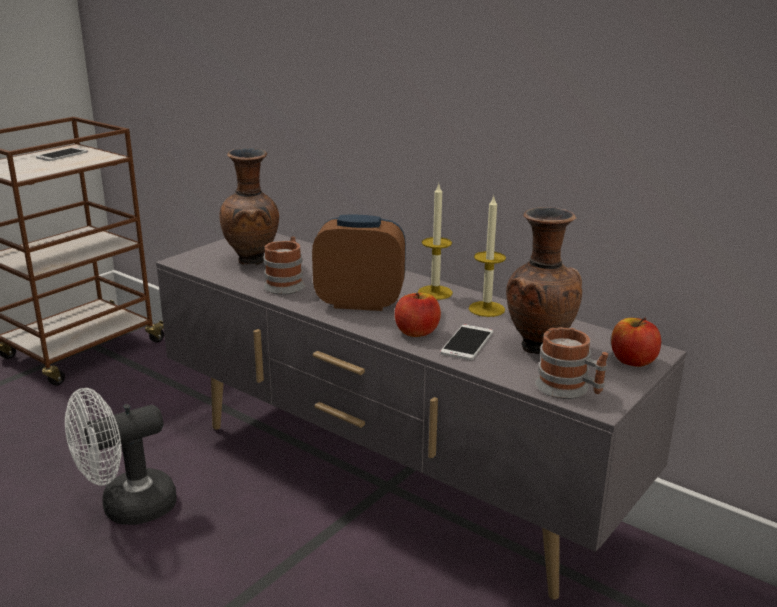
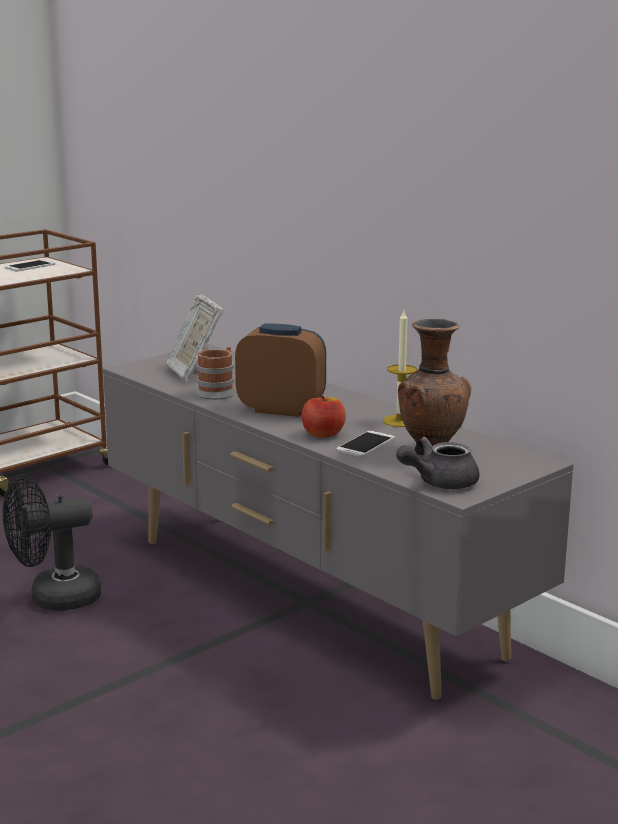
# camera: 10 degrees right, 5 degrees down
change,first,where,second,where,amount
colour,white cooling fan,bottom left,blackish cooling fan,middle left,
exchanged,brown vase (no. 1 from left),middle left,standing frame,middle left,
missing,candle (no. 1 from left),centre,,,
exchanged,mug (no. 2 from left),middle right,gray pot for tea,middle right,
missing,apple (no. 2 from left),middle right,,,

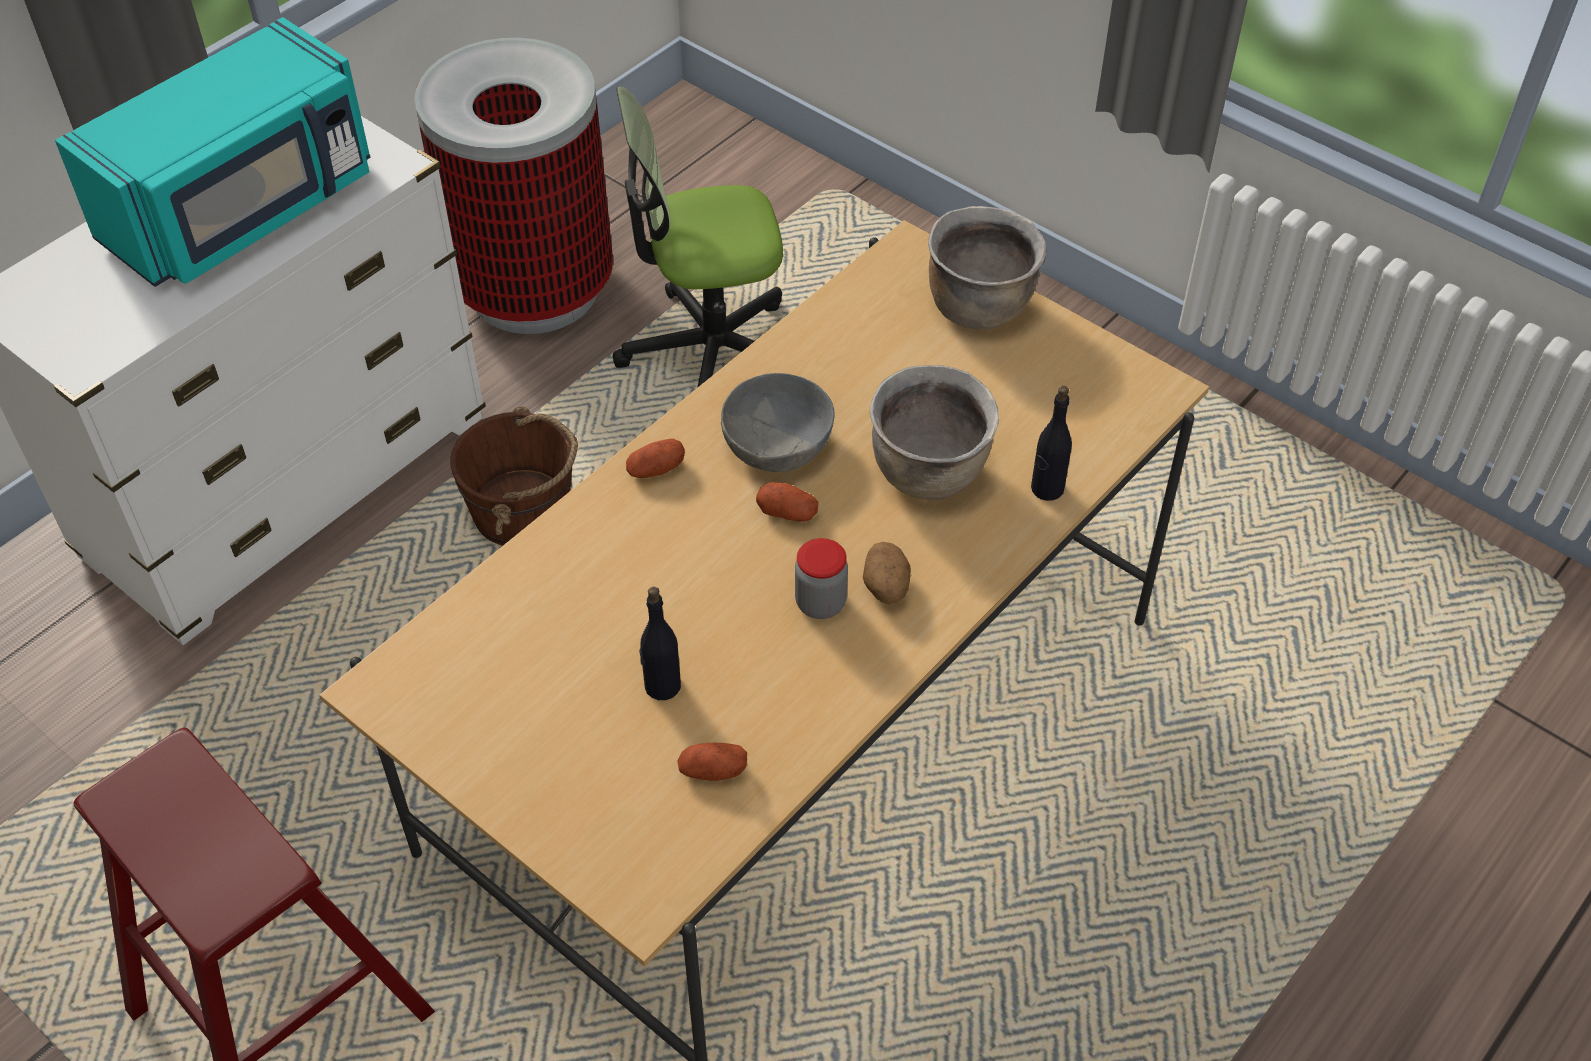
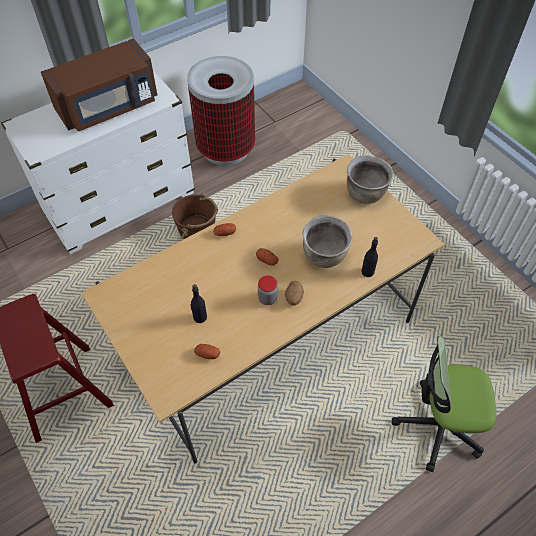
# camera: 15 degrees right, 5 degrees up
change,first,where,second,where,amount
colour,turquoise-coloured microwave oven,top left,brown microwave oven,top left,
relocated,office chair,top centre,,bottom right,
missing,gray bowl,centre,,,

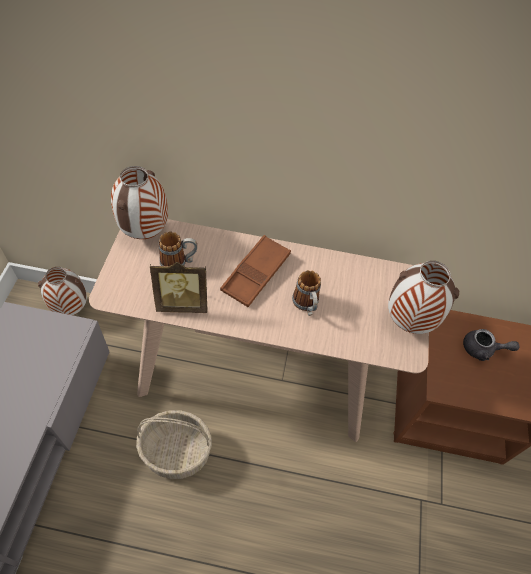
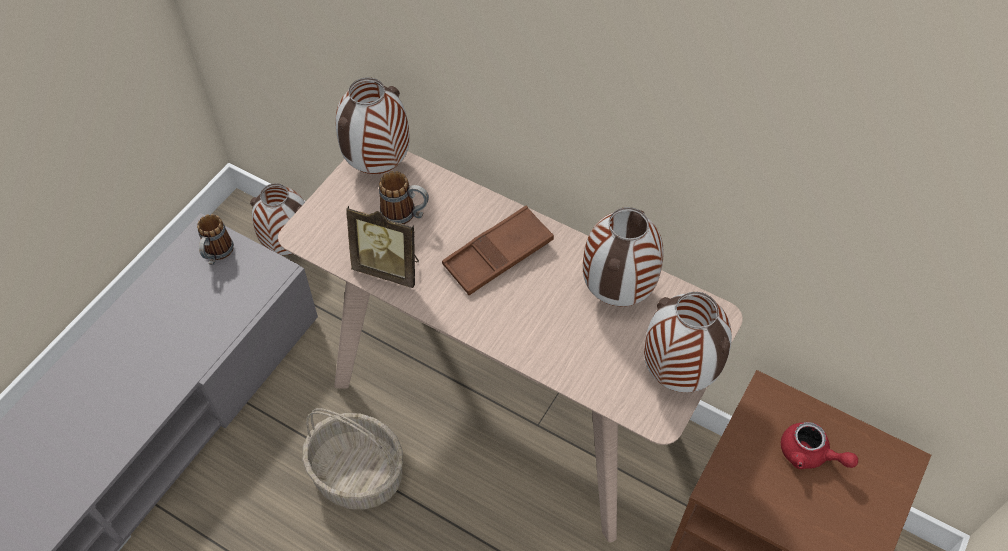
# camera: 25 degrees right, 0 degrees up
change,first,where,second,where,amount
relocated,mug (no. 2 from left in the first image),centre,mug (no. 1 from left),middle left,
colour,gray pot for tea,middle right,red-coloured pot for tea,bottom right,
appeared,,,vase (no. 3 from left),centre,

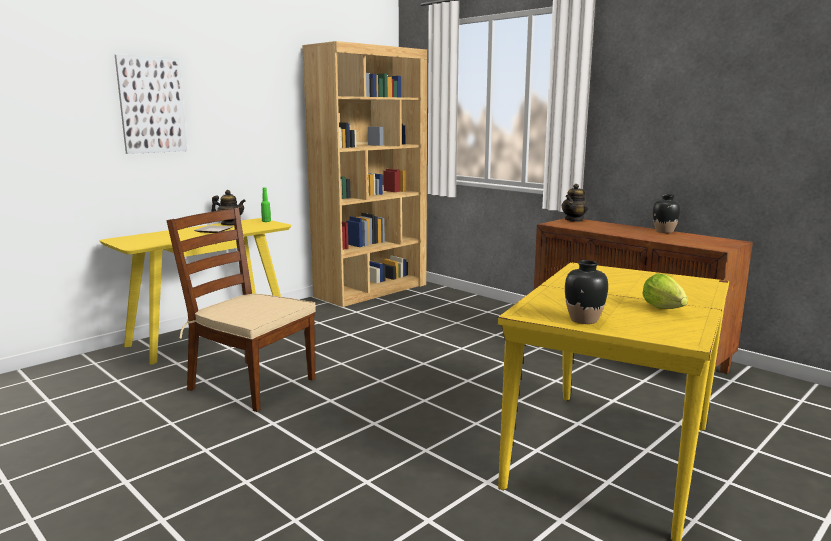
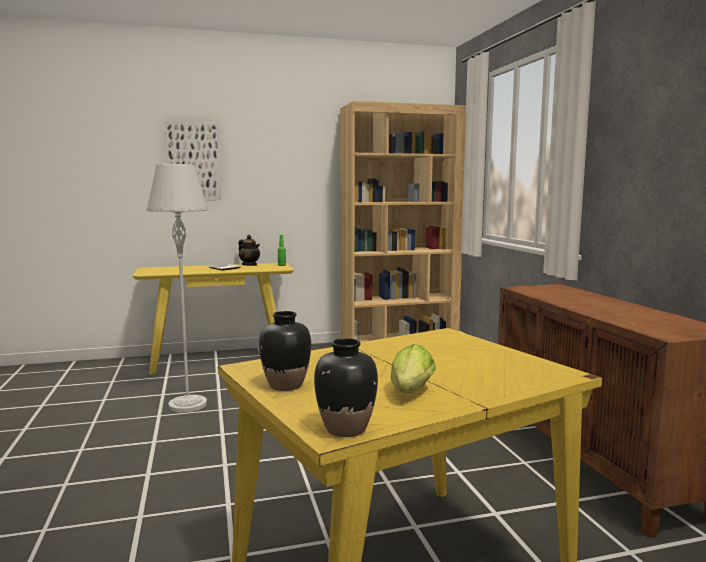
# camera: 30 degrees right, 5 degrees down
change,first,where,second,where,amount
exchanged,brown upright chair,middle left,gray standard lamp,middle left,
missing,pot for tea (no. 2 from left),middle right,,,
relocated,blackish vase (no. 2 from left),middle right,,bottom centre,

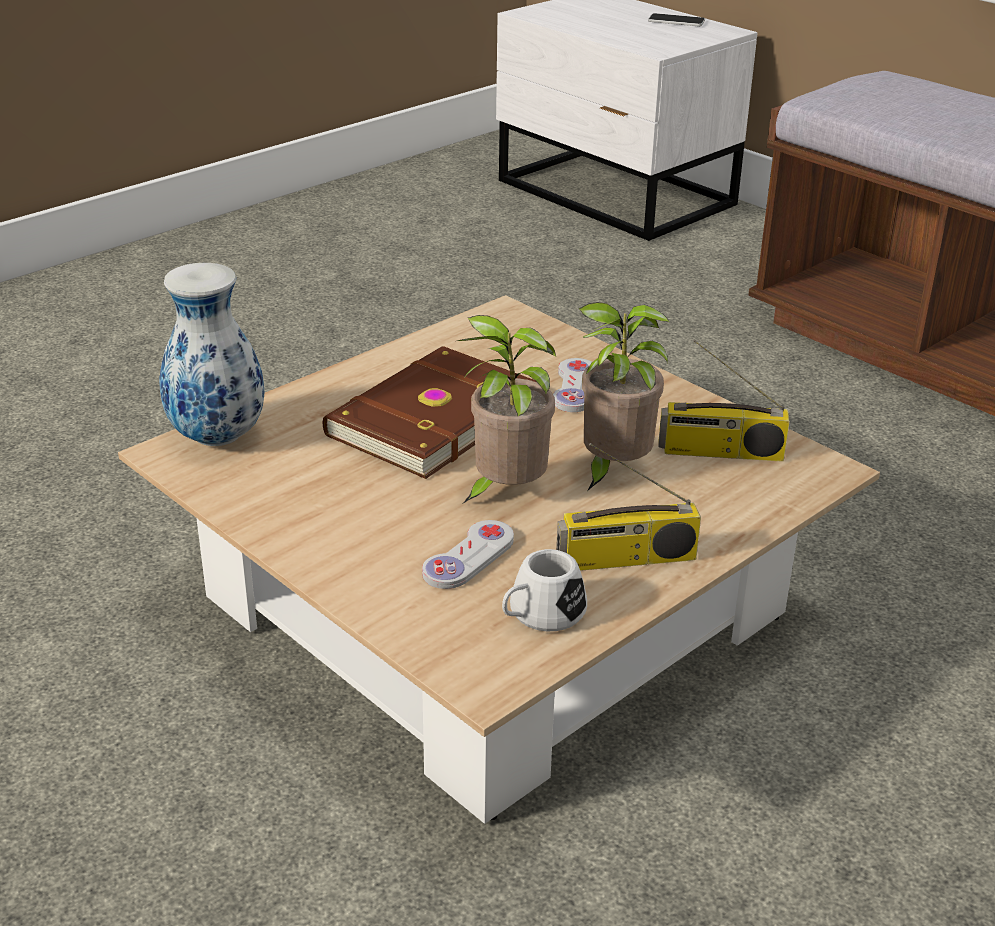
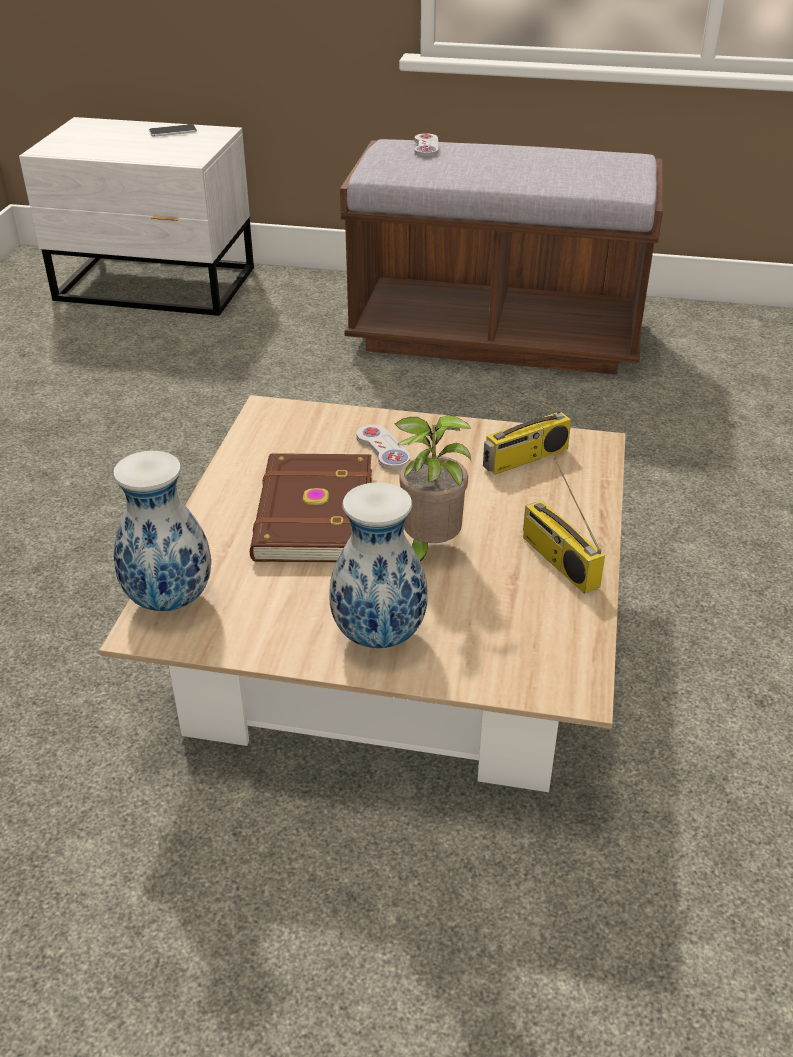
# camera: 35 degrees left, 5 degrees up
change,first,where,second,where,amount
relocated,white joypad (no. 1 from left in the first image),centre,white joypad (no. 2 from left),top centre,
missing,white mug,centre,,,
spun,radio receiver (no. 1 from left in the first image),centre,radio receiver (no. 2 from left),middle right,105 degrees clockwise
missing,houseplant (no. 2 from left),centre,,,
appeared,,,vase (no. 2 from left),centre,

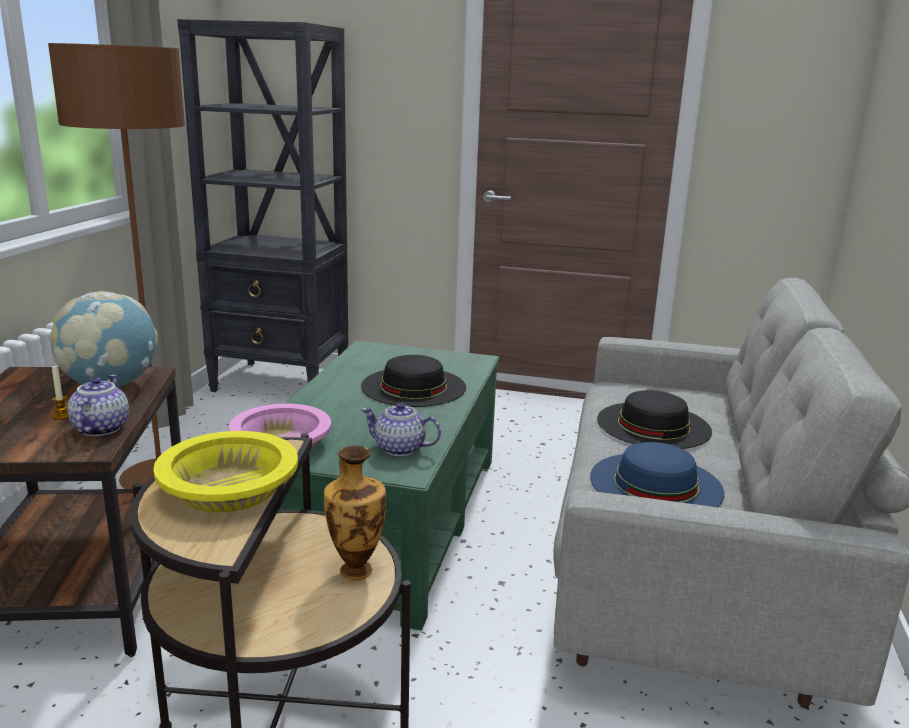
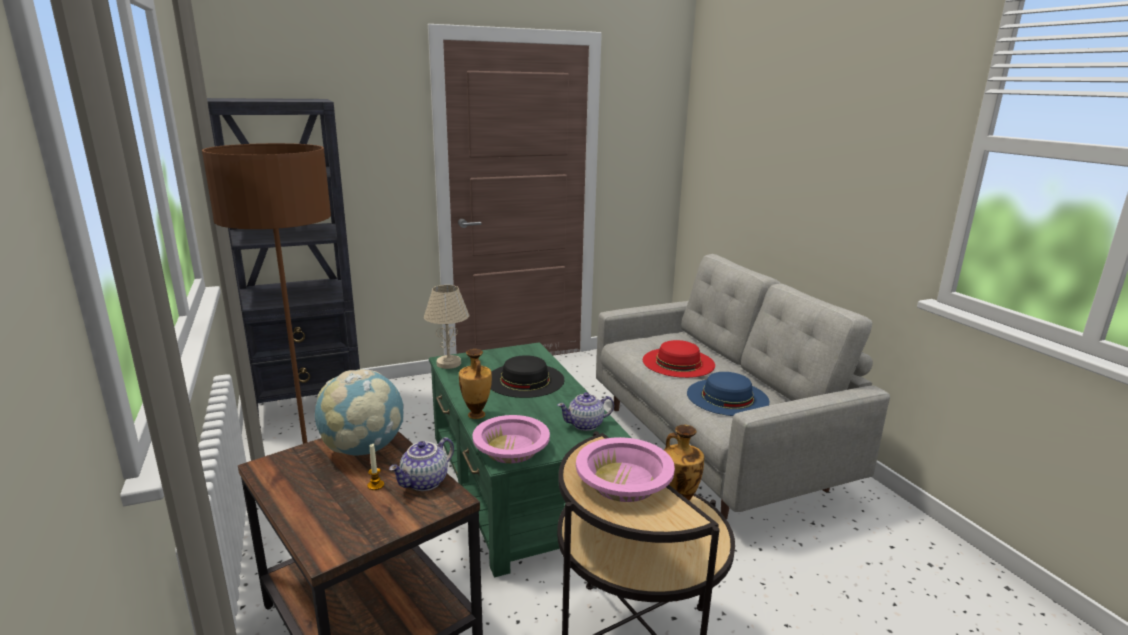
# camera: 35 degrees left, 0 degrees up
change,first,where,second,where,amount
spun,pot for tea (no. 1 from left),middle left,,bottom centre,105 degrees counterclockwise
colour,yellow bowl,middle left,pinkish bowl (no. 2 from left),bottom centre,
colour,blackish wearable hat (no. 2 from left),middle right,red-coloured wearable hat,centre,
appeared,,,beige lamp for a table,centre,
appeared,,,vase (no. 1 from left),centre,

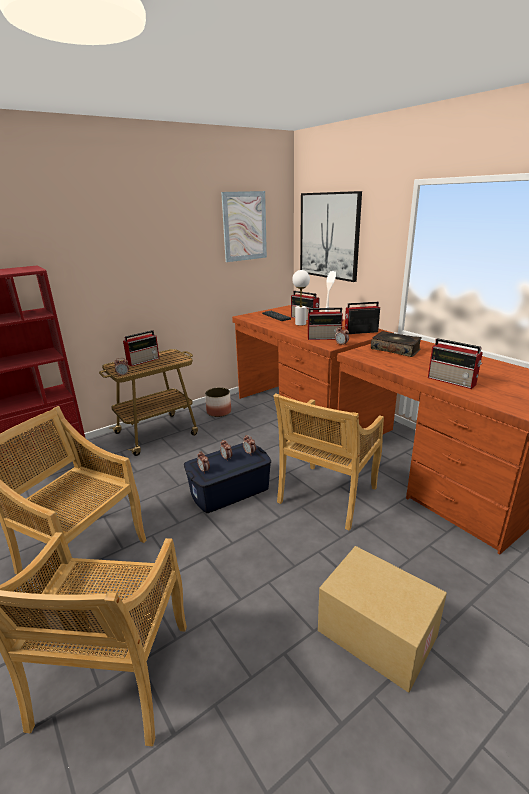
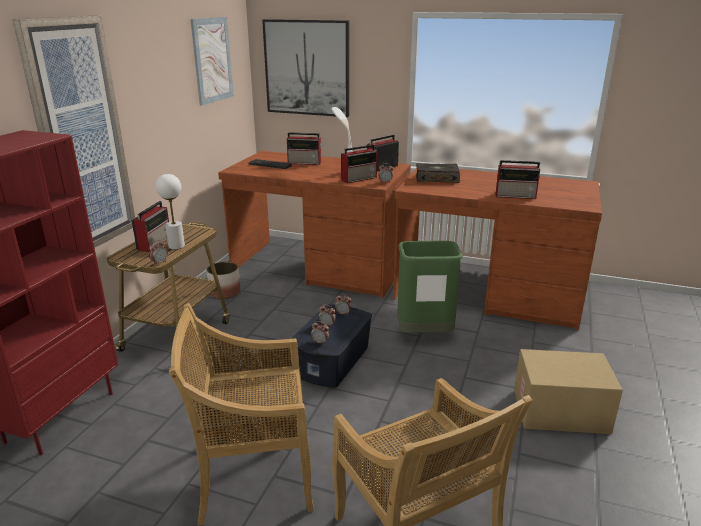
# camera: 35 degrees left, 0 degrees up
change,first,where,second,where,amount
exchanged,beige upright chair (no. 3 from left),centre,greenish trash can,centre,
relocated,white lamp for a table (no. 1 from left),centre,,middle left,
appeared,,,wall art (no. 1 from left),top left,

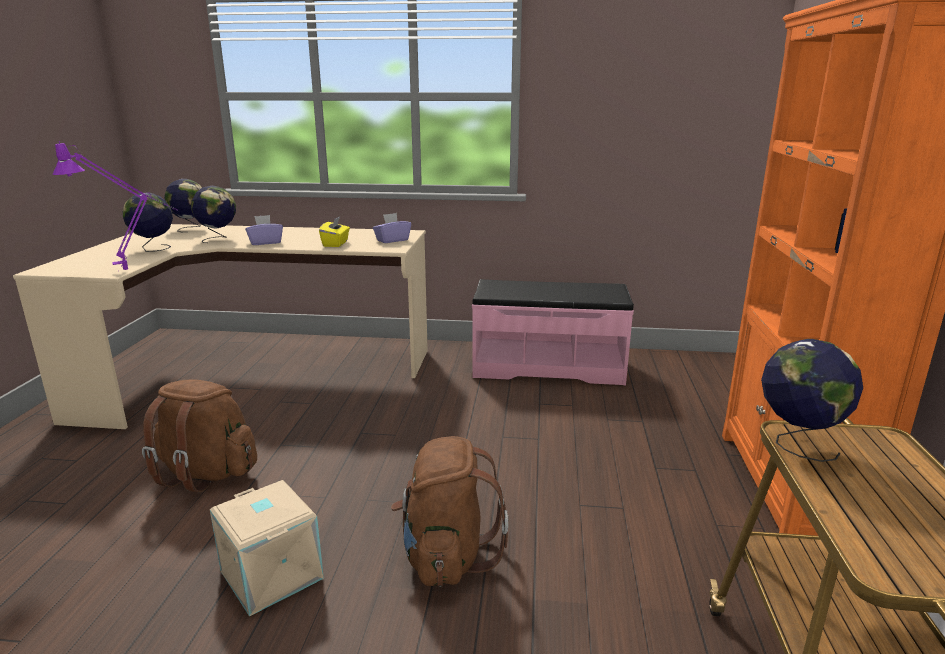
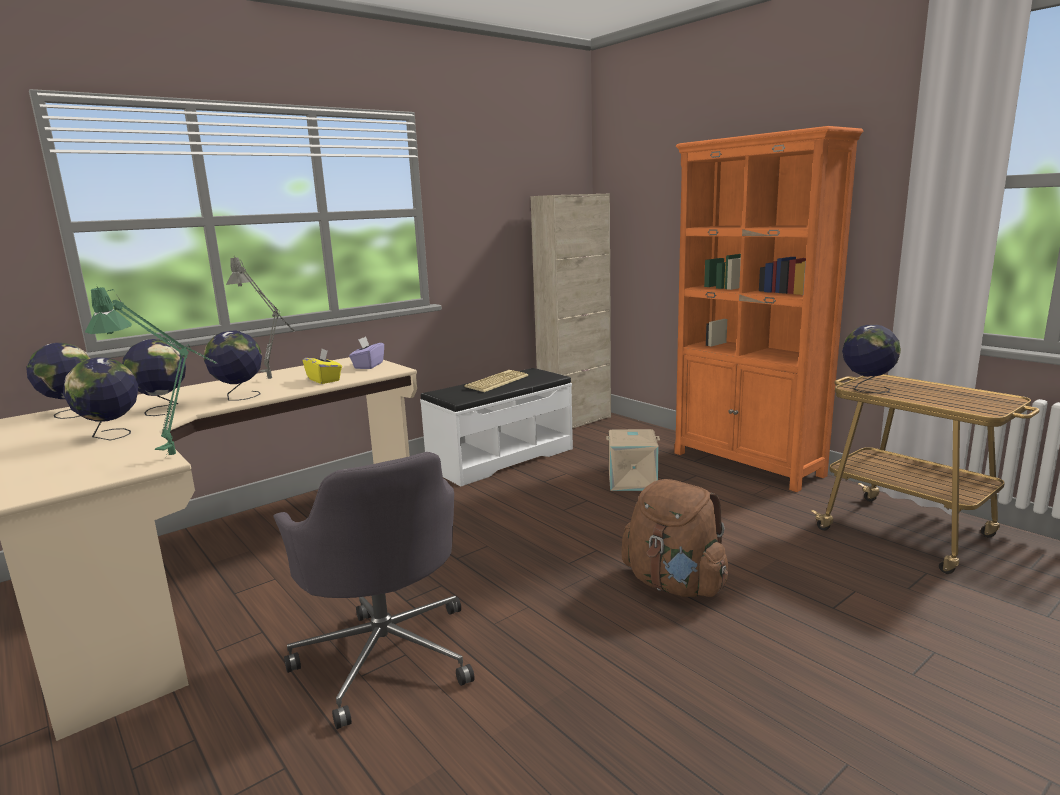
# camera: 45 degrees left, 5 degrees down
change,first,where,second,where,amount
colour,purplish lamp for a table,top left,greenish lamp for a table,middle left,
exchanged,brown backpack (no. 1 from left),bottom left,gray office chair,bottom centre,
relocated,beige storage box,bottom left,,centre,
exchanged,purplish tissue box (no. 1 from left),middle left,desk globe (no. 4 from left),middle left,
colour,pinkish bench,centre,white bench,centre,
appeared,,,gray lamp for a table,middle left,
appeared,,,computer keyboard,centre,
appeared,,,beige cupboard,centre,

